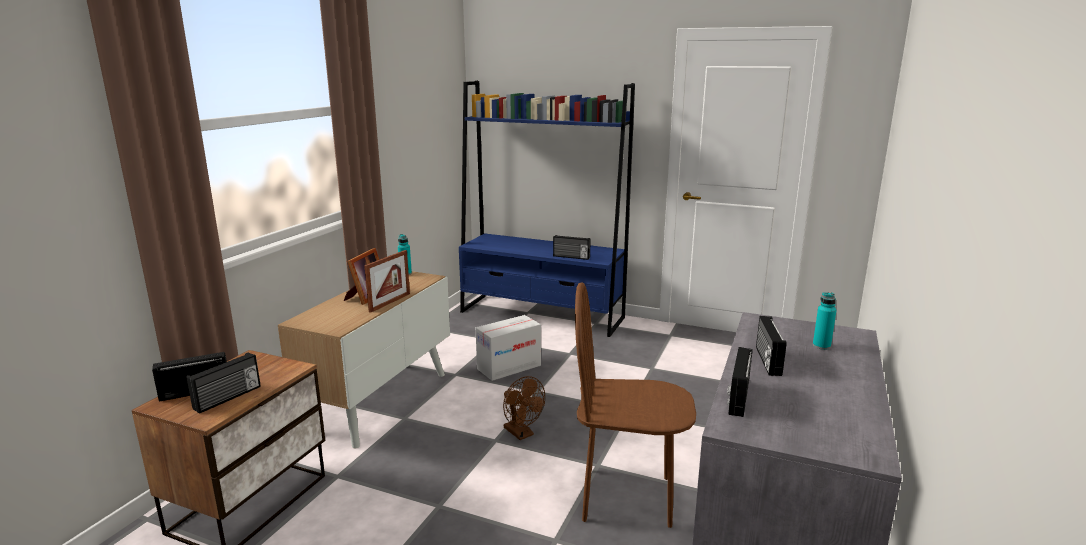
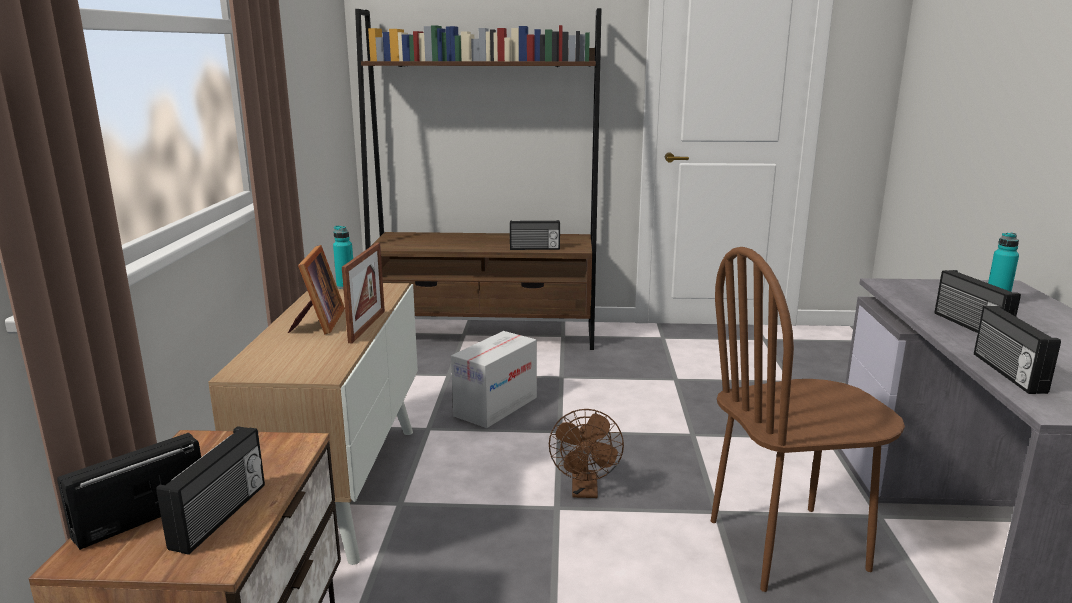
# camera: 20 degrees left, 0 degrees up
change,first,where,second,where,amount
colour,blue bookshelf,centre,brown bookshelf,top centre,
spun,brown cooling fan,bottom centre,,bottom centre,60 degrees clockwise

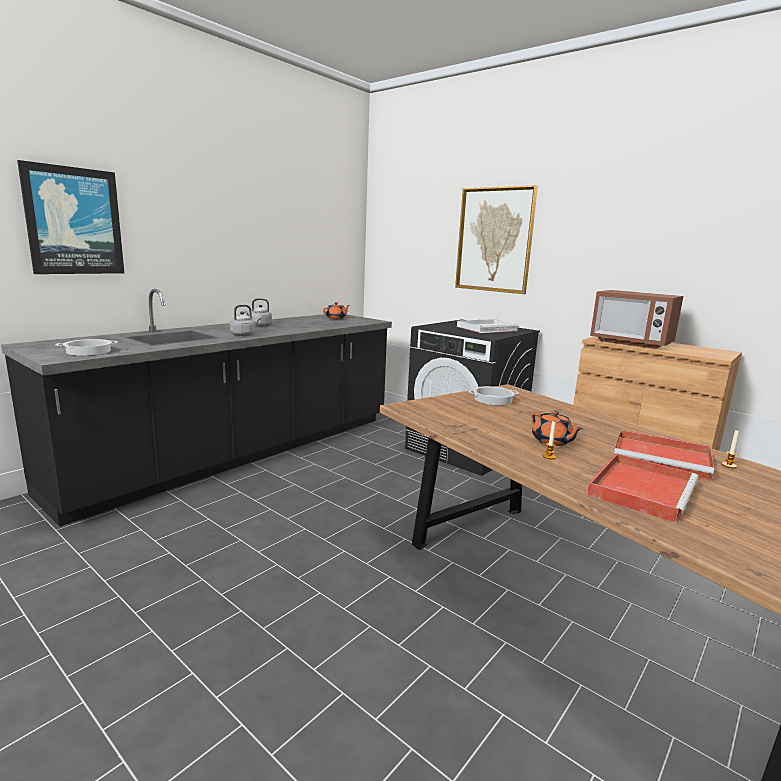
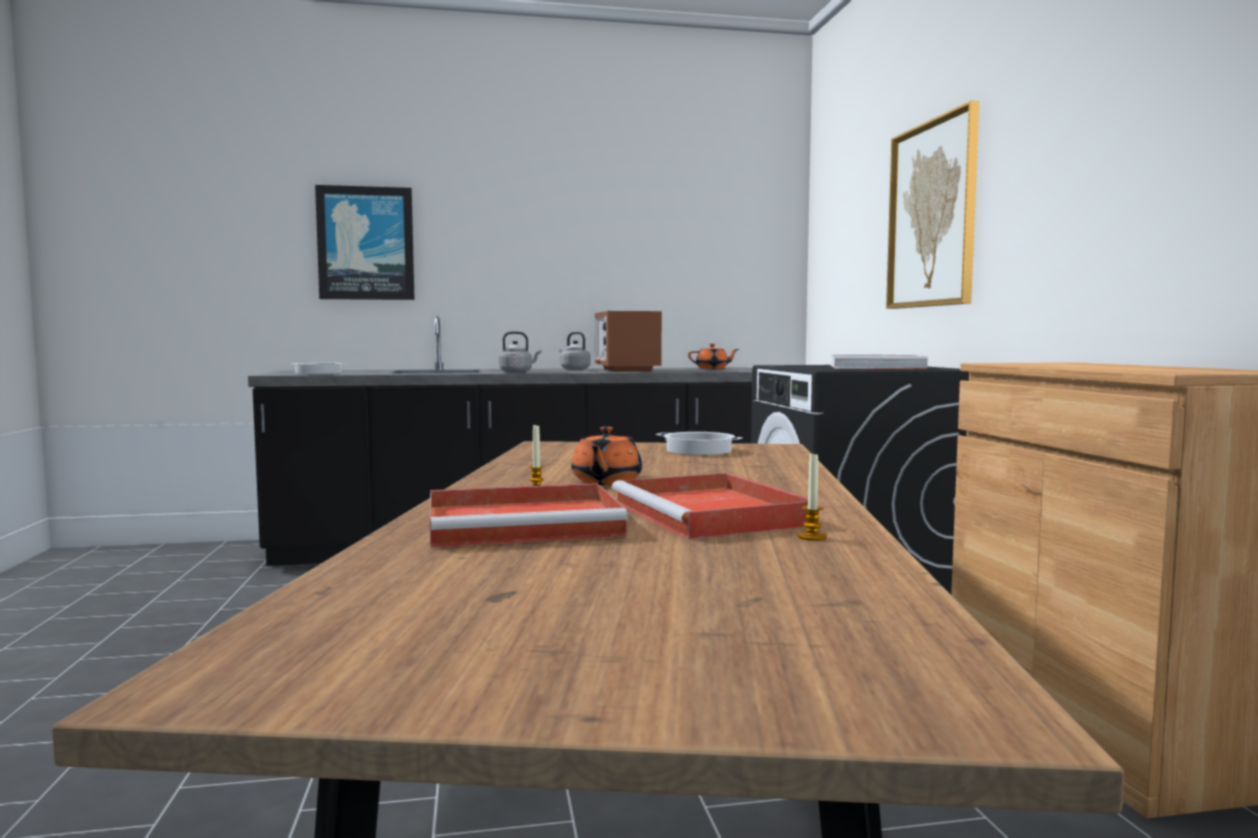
# camera: 40 degrees right, 10 degrees down
change,first,where,second,where,amount
relocated,microwave oven,middle right,,centre,

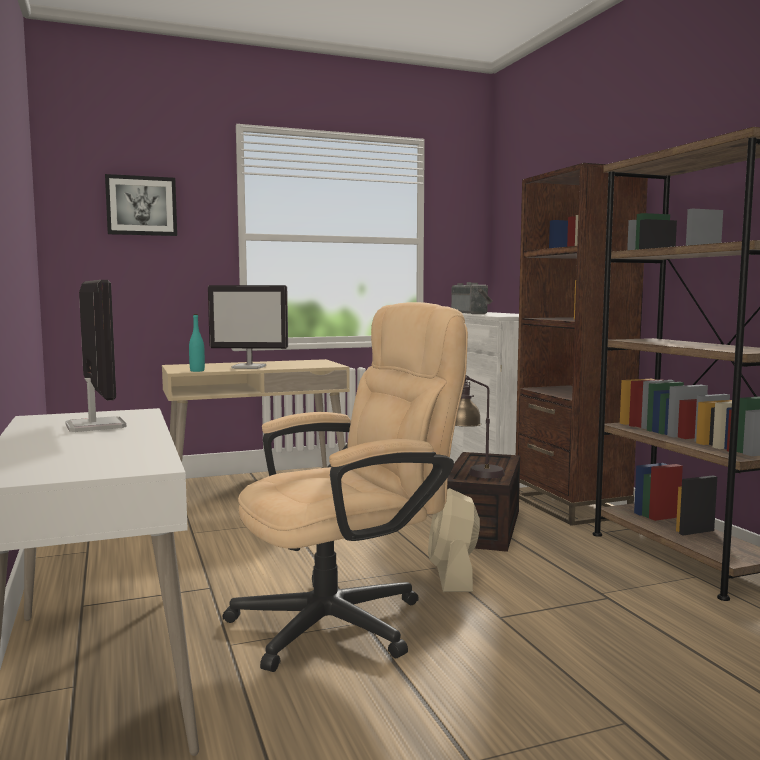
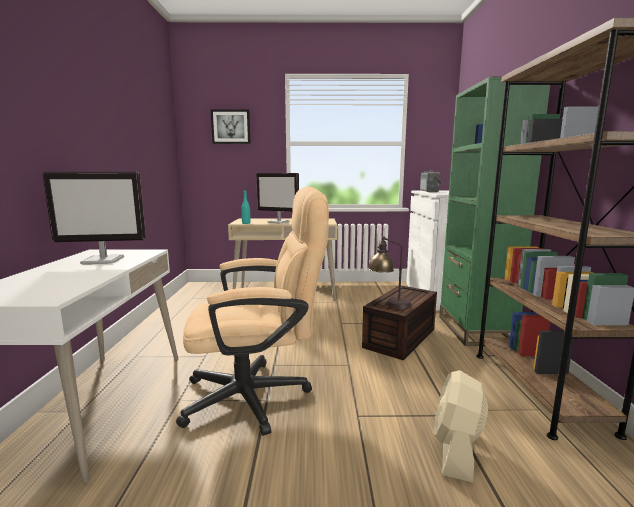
# camera: 20 degrees right, 5 degrees up
change,first,where,second,where,amount
spun,monitor (no. 1 from left),middle left,,middle left,90 degrees clockwise
relocated,beige cooling fan,bottom centre,,bottom right,
colour,brown bookshelf (no. 1 from left),middle right,greenish bookshelf,middle right,

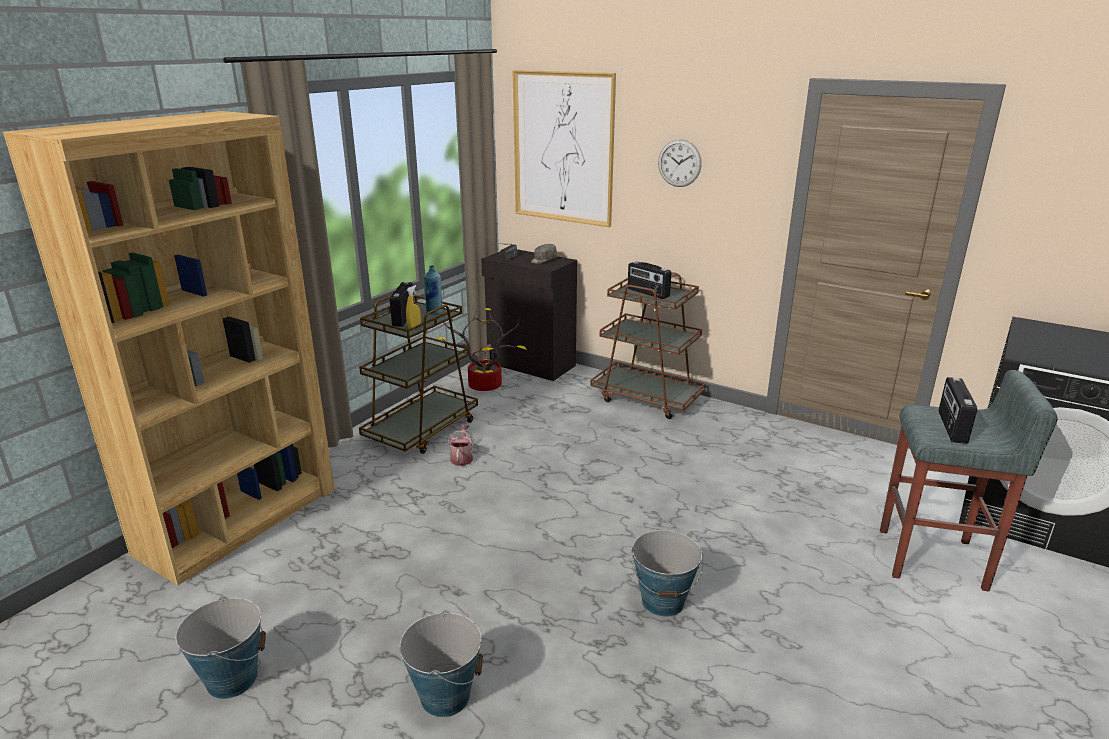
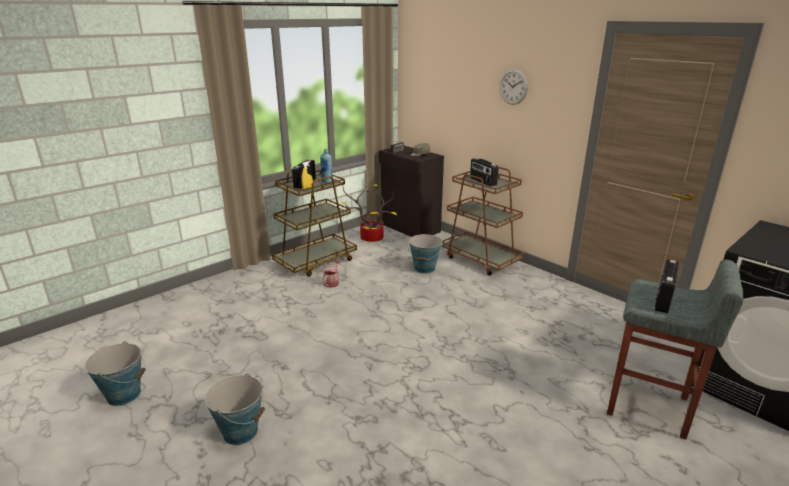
# camera: 15 degrees right, 0 degrees up
change,first,where,second,where,amount
missing,brown bookshelf,middle left,,,
missing,wall art,top centre,,,
relocated,bucket (no. 3 from left),bottom centre,,centre,

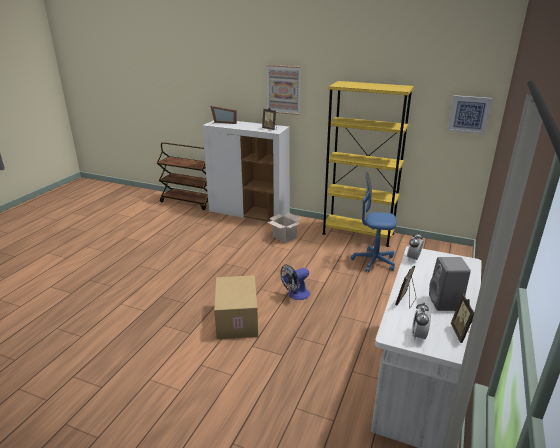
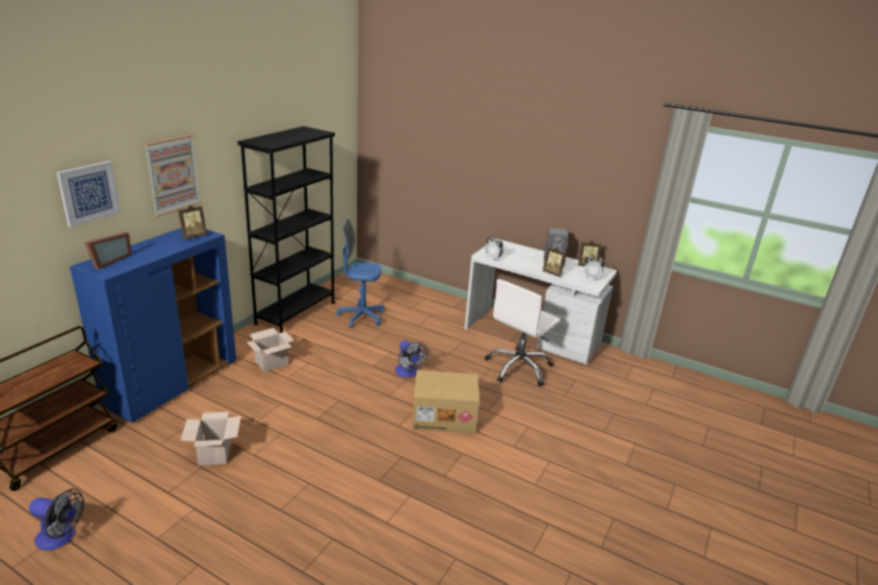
# camera: 85 degrees left, 0 degrees up
change,first,where,second,where,amount
colour,white cupboard,centre,blue cupboard,middle left,
colour,yellow bookshelf,centre,blackish bookshelf,middle left,
spun,blue office chair,middle right,,centre,75 degrees clockwise
relocated,wall art (no. 2 from left in the first image),top right,wall art (no. 1 from left),top left,
appeared,,,cooling fan (no. 1 from left),bottom left,
appeared,,,packing box (no. 1 from left),bottom left,
appeared,,,white office chair,centre,

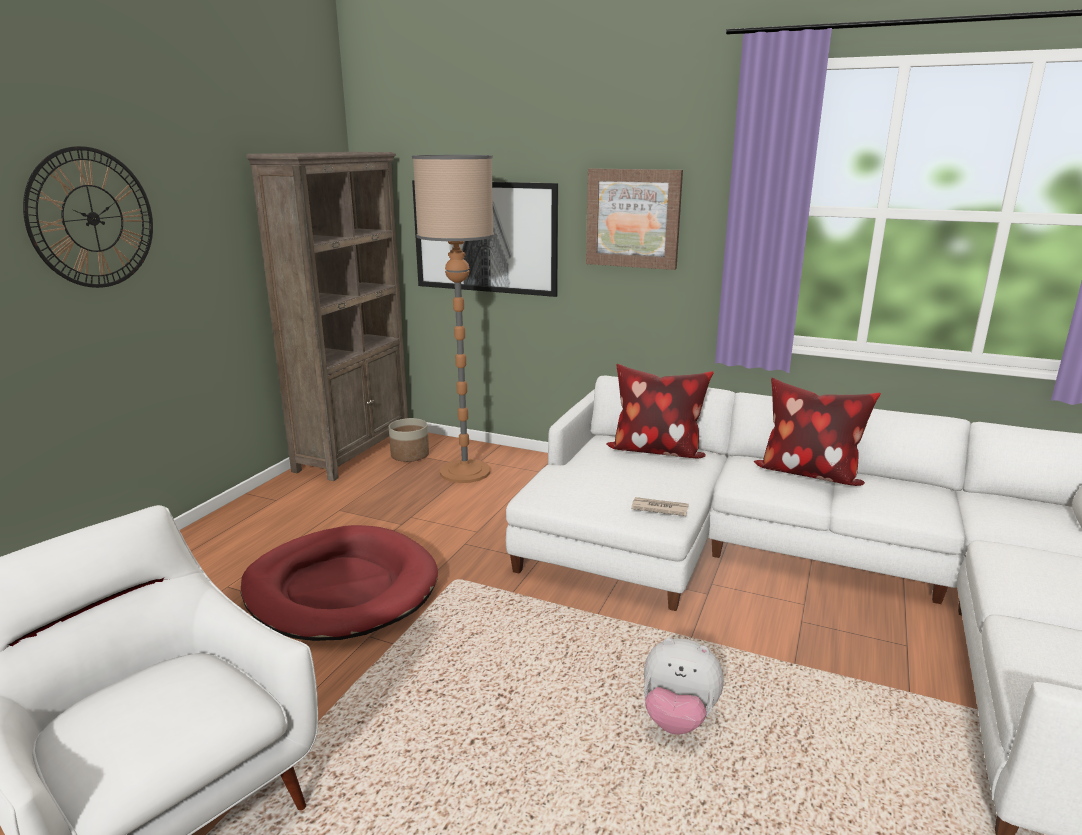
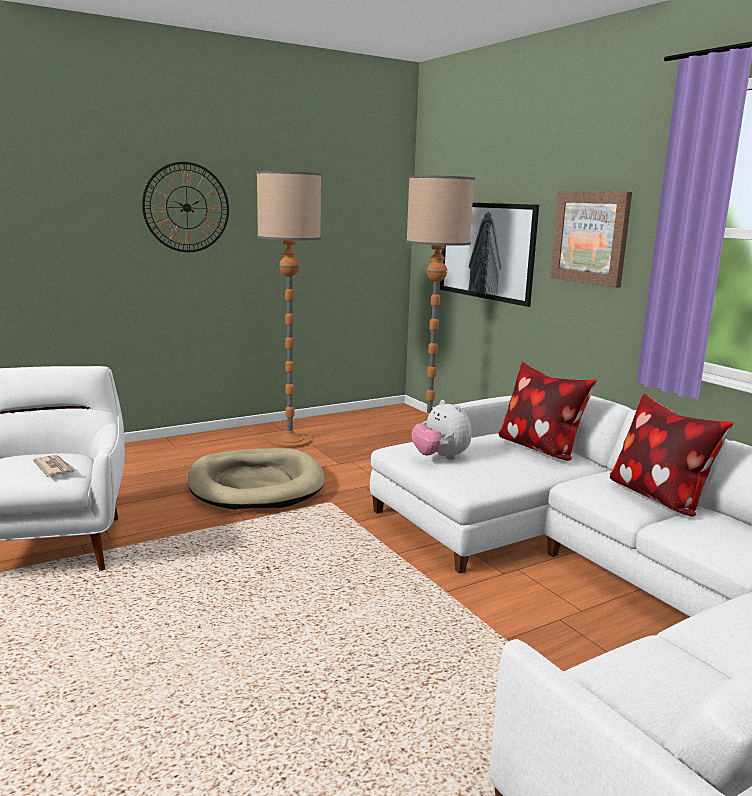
# camera: 35 degrees right, 5 degrees down
change,first,where,second,where,amount
colour,red-coloured pet bed,bottom left,beige pet bed,centre,
missing,brown bookshelf,middle left,,,
missing,planter,centre,,,
relocated,printed paper,centre,,middle left,
relocated,plush toy,bottom centre,,centre,
appeared,,,standard lamp (no. 1 from left),centre,

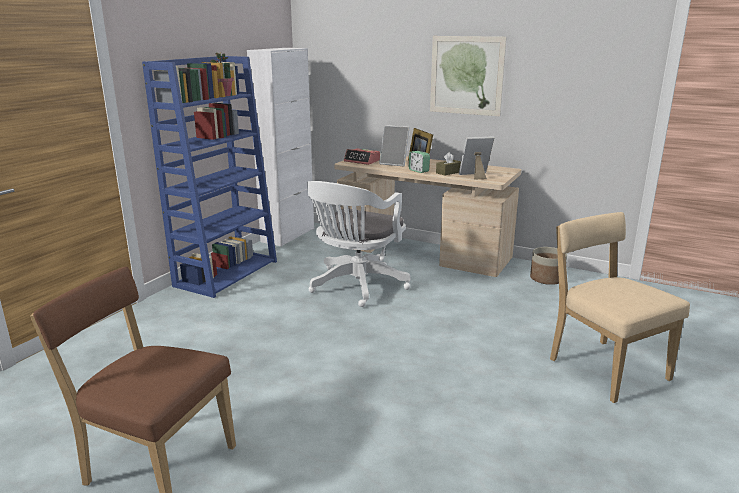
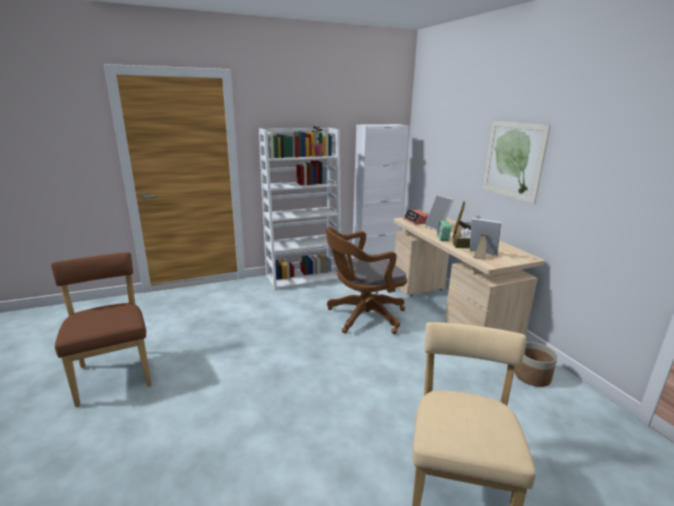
# camera: 40 degrees right, 0 degrees up
change,first,where,second,where,amount
colour,blue bookshelf,middle left,white bookshelf,centre,
colour,white office chair,centre,brown office chair,centre,

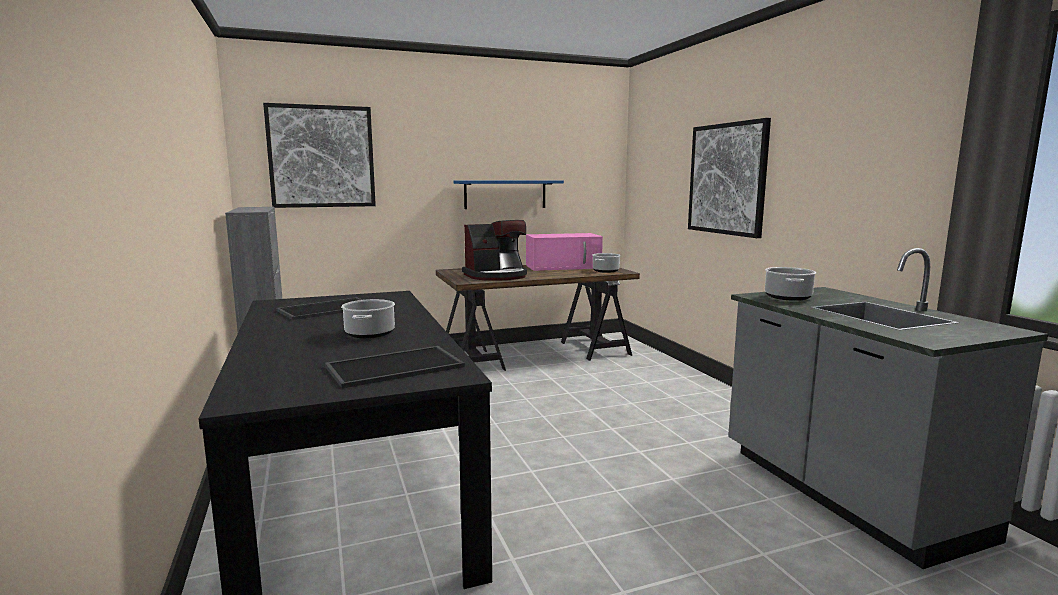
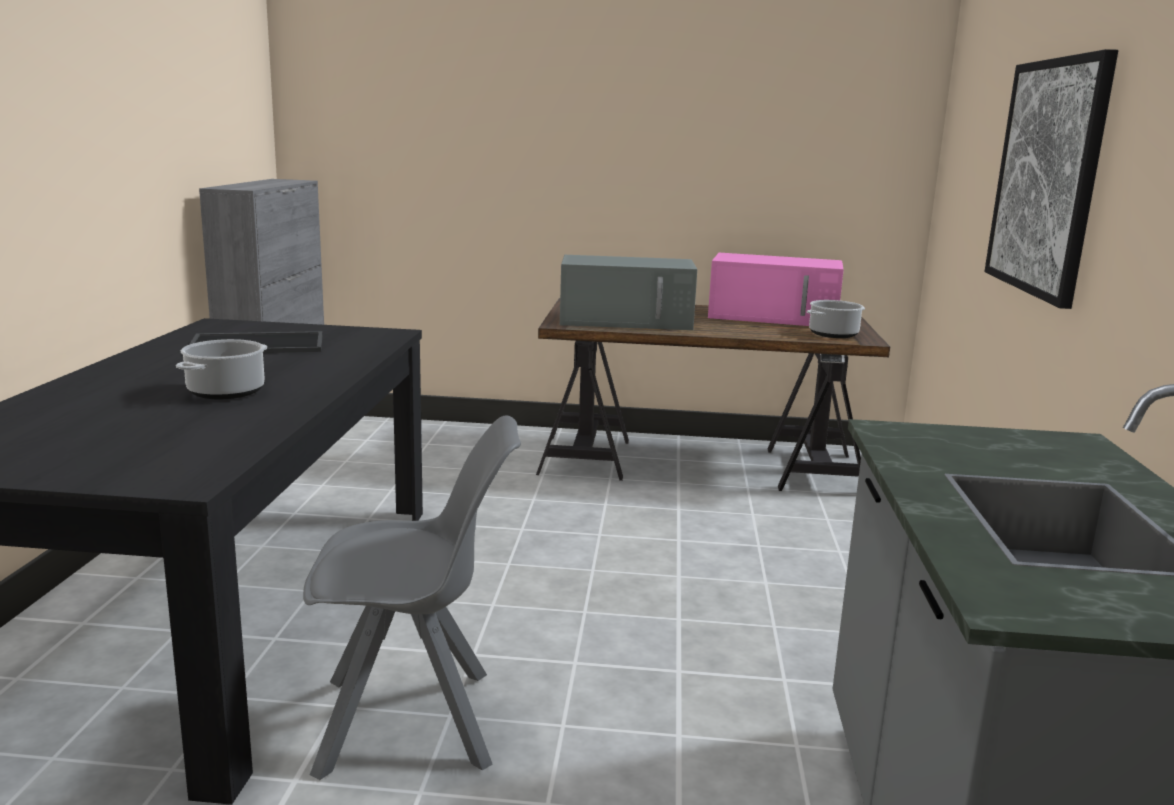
# camera: 25 degrees right, 5 degrees up
change,first,where,second,where,amount
missing,wall art (no. 1 from left),top left,,,
missing,tray (no. 2 from left),centre,,,
missing,blue wall shelf,top centre,,,
exchanged,coffee brewer,centre,gray microwave oven,centre,
missing,cooking pot (no. 3 from left),middle right,,,
appeared,,,gray upright chair,bottom centre,

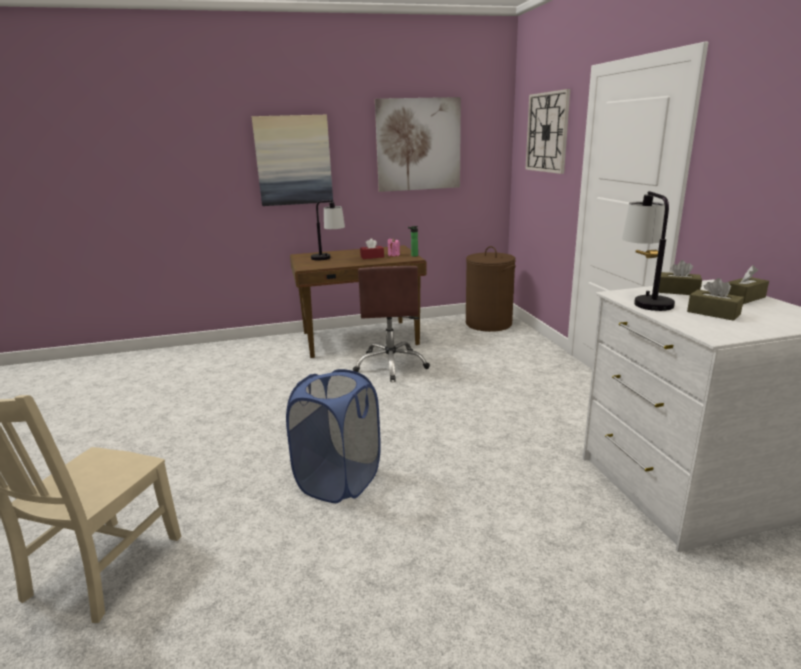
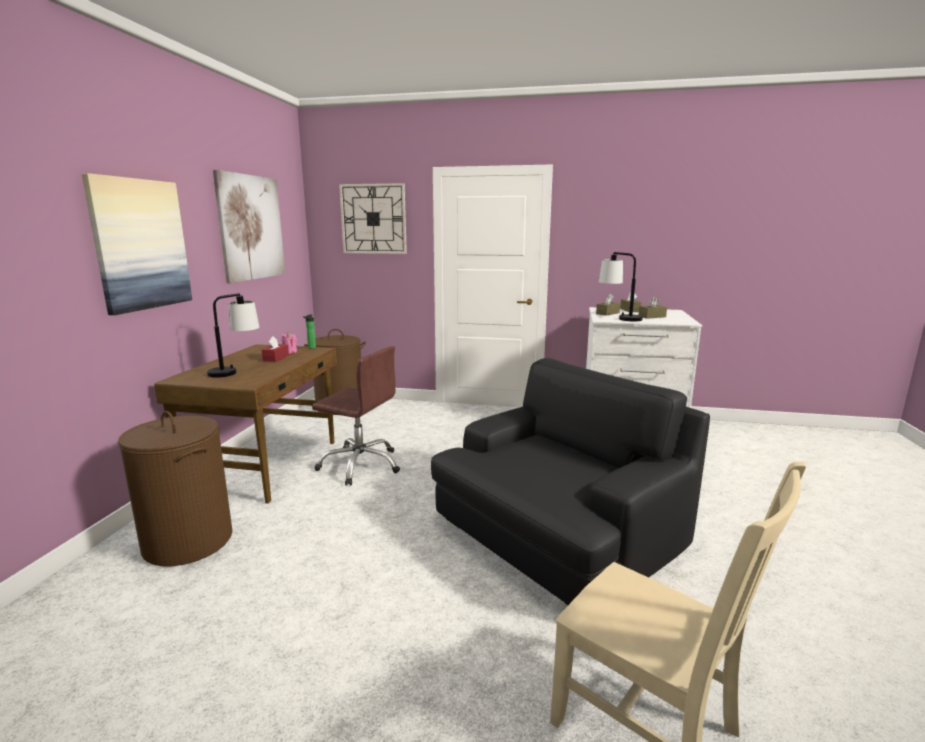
# camera: 65 degrees left, 5 degrees down
change,first,where,second,where,amount
exchanged,blue hamper,centre,blackish armchair,centre,
appeared,,,brown hamper (no. 1 from left),middle left,

